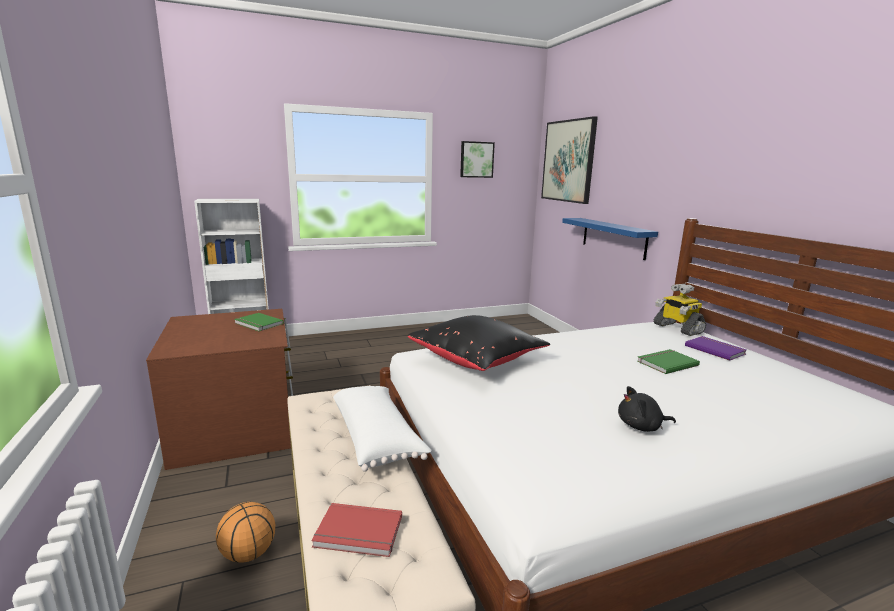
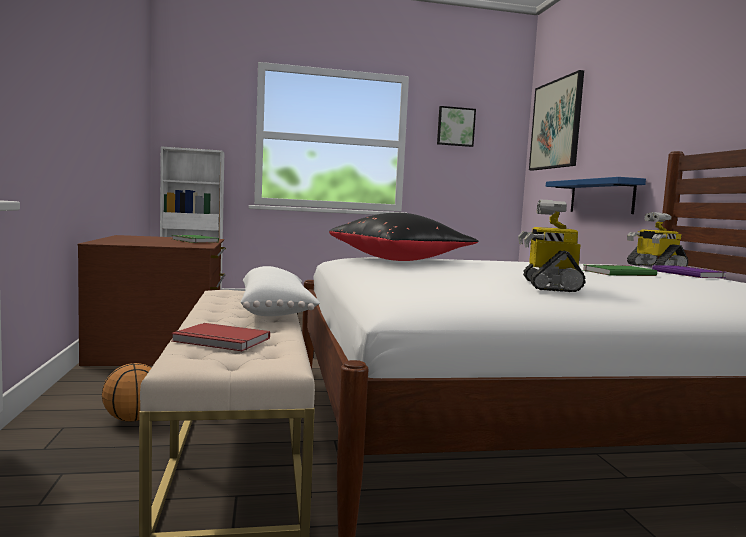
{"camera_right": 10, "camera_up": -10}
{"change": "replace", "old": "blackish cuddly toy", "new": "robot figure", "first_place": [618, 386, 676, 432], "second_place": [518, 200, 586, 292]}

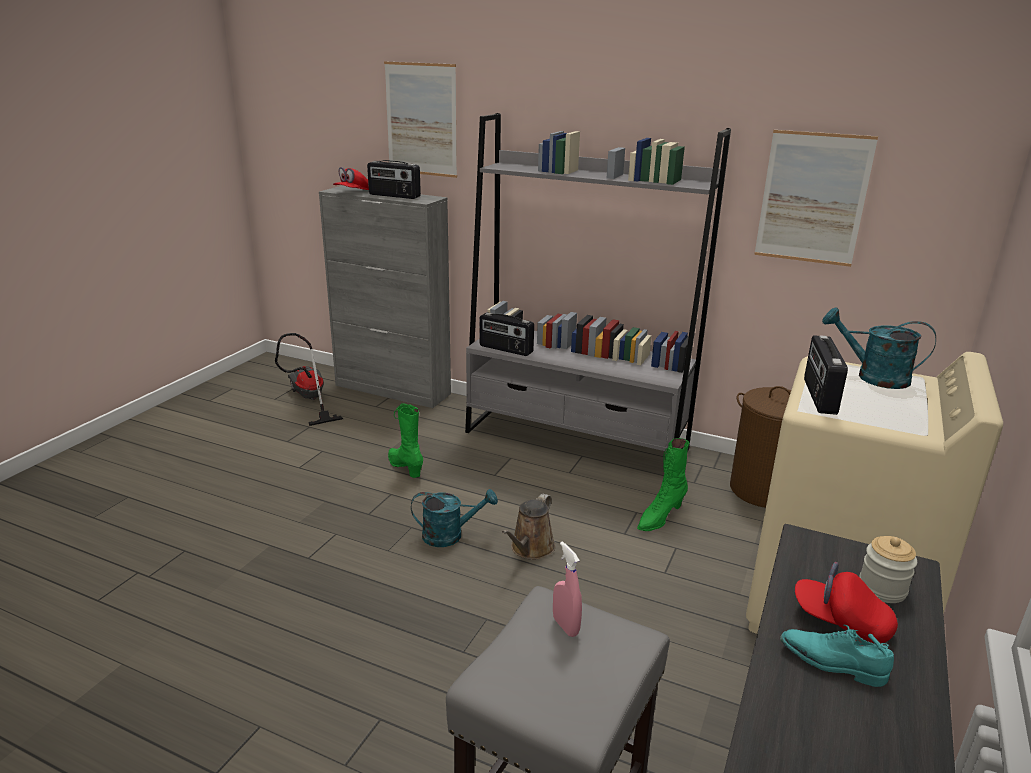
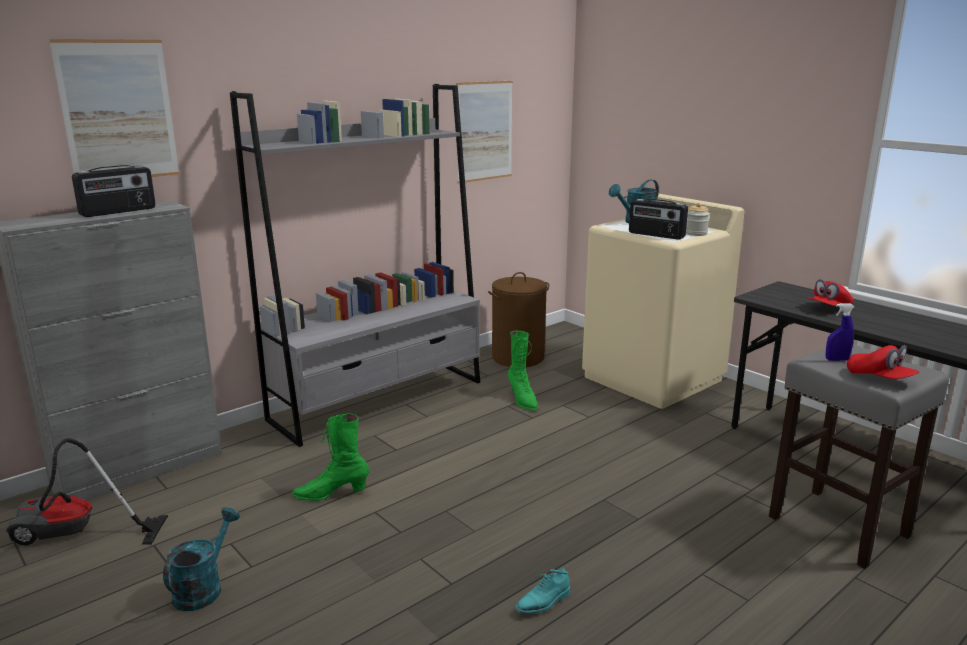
{"camera_right": -65, "camera_up": -5}
{"change": "move", "old": "red-coloured cap", "first_place": [333, 167, 369, 190], "second_place": [847, 345, 919, 379]}
{"change": "delete", "old": "radio", "first_place": [479, 312, 534, 356]}
{"change": "move", "old": "turquoise watering can", "first_place": [411, 489, 498, 547], "second_place": [163, 507, 240, 611]}
{"change": "delete", "old": "brown-coloured watering can", "first_place": [502, 494, 555, 560]}
{"change": "move", "old": "preserve jar", "first_place": [859, 536, 917, 603], "second_place": [686, 203, 710, 236]}
{"change": "recolor", "old": "pinkish hand sprayer", "new": "blue-coloured hand sprayer", "first_place": [553, 541, 582, 637], "second_place": [826, 303, 855, 361]}
{"change": "move", "old": "turquoise shoe", "first_place": [780, 625, 894, 687], "second_place": [515, 568, 570, 614]}

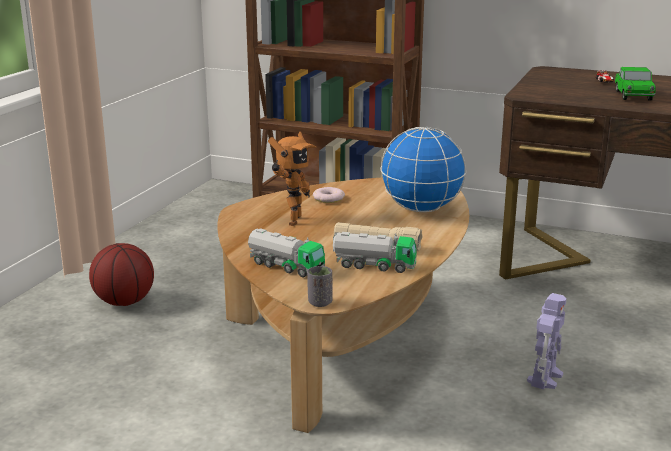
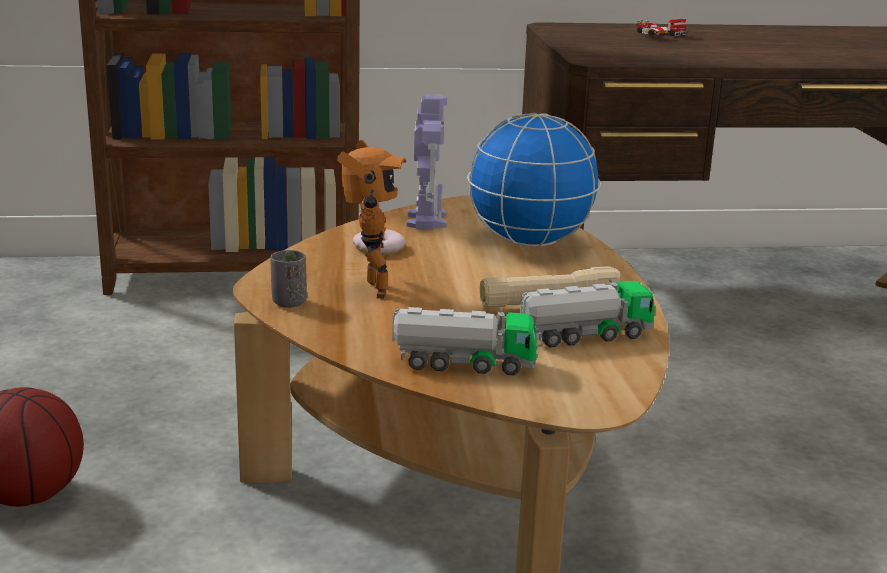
{"camera_right": -30, "camera_up": 0}
{"change": "delete", "old": "miniature car", "first_place": [615, 67, 656, 101]}
{"change": "move", "old": "greyish small cup", "first_place": [307, 266, 333, 307], "second_place": [270, 250, 307, 308]}
{"change": "move", "old": "robot figure", "first_place": [527, 293, 567, 389], "second_place": [407, 94, 447, 230]}

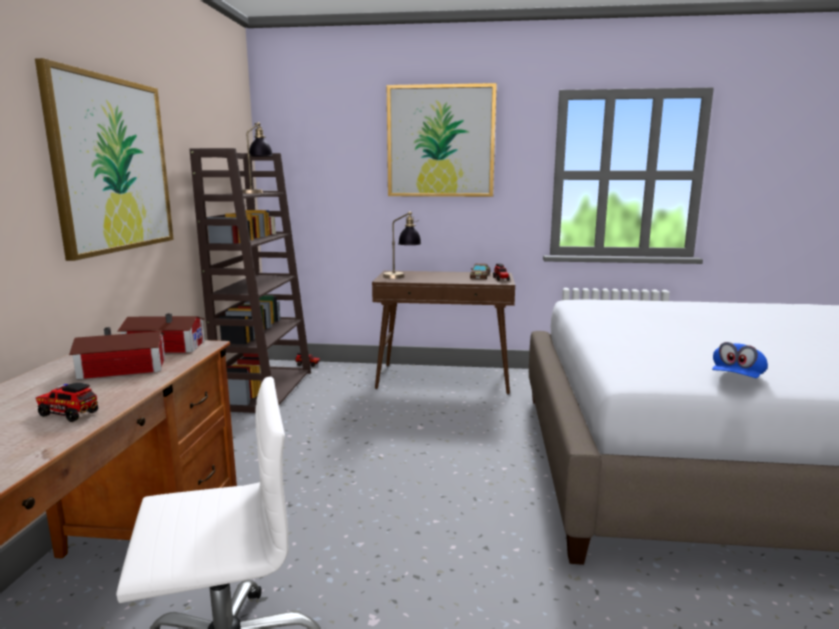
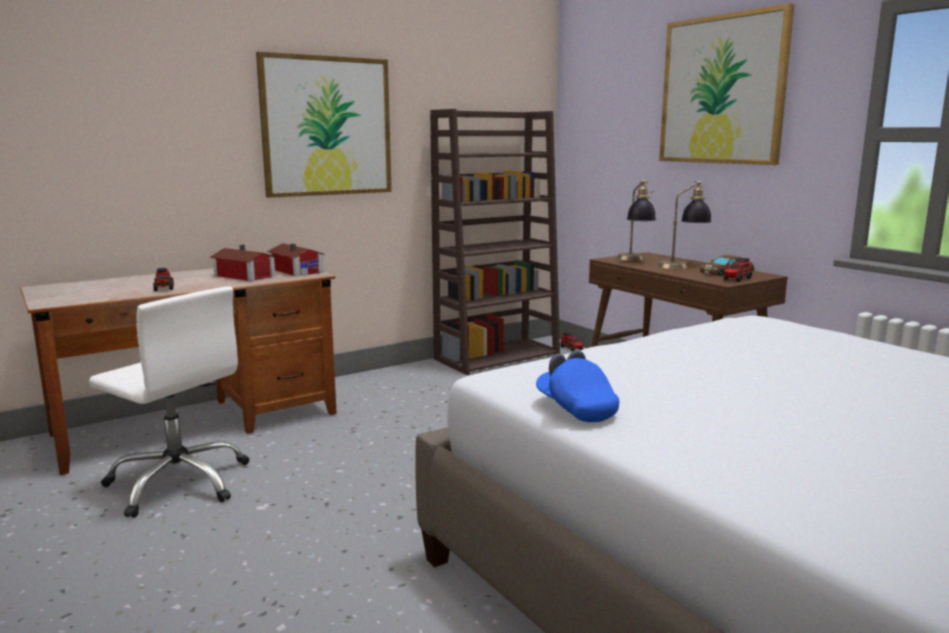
{"camera_right": 50, "camera_up": 0}
{"change": "move", "old": "tabletop lamp", "first_place": [242, 122, 273, 194], "second_place": [658, 181, 712, 269]}
{"change": "rotate", "old": "blue-coloured cap", "first_place": [712, 342, 768, 378], "second_place": [536, 350, 619, 422], "degrees": 60}

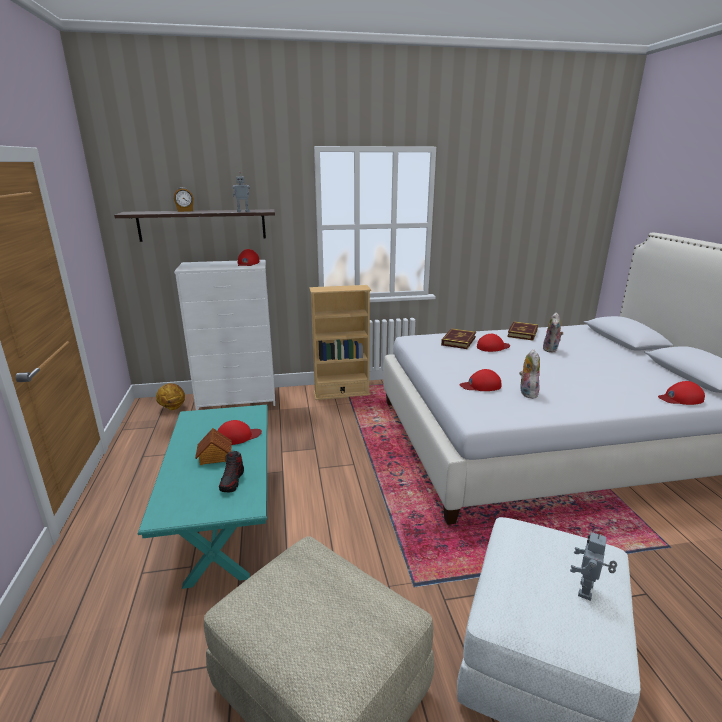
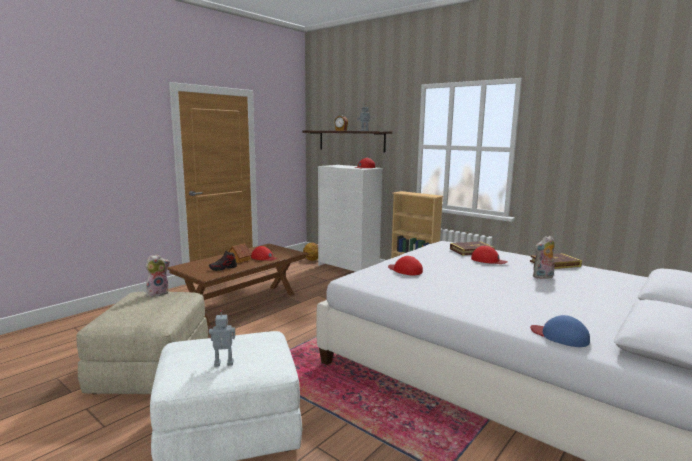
{"camera_right": 50, "camera_up": -10}
{"change": "move", "old": "cuddly toy", "first_place": [519, 349, 540, 399], "second_place": [146, 255, 170, 297]}
{"change": "recolor", "old": "red-coloured cap", "new": "blue-coloured cap", "first_place": [658, 381, 705, 405], "second_place": [530, 315, 590, 347]}
{"change": "recolor", "old": "turquoise lounge table", "new": "brown-coloured lounge table", "first_place": [138, 405, 267, 589], "second_place": [167, 244, 308, 326]}

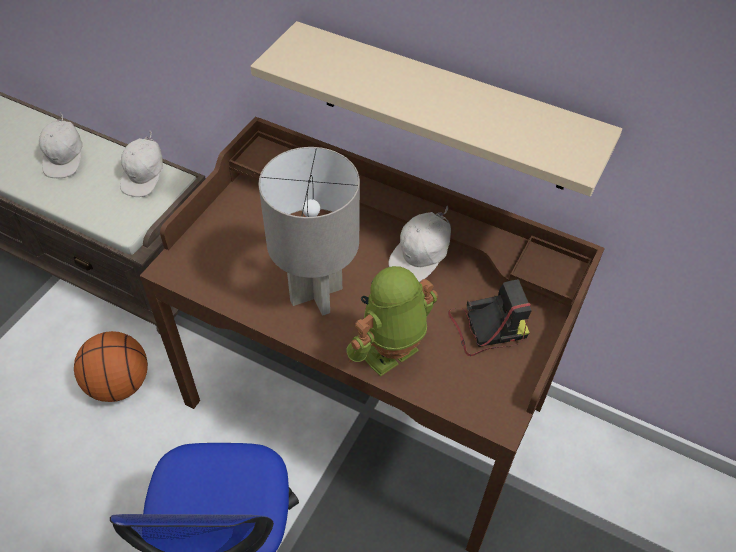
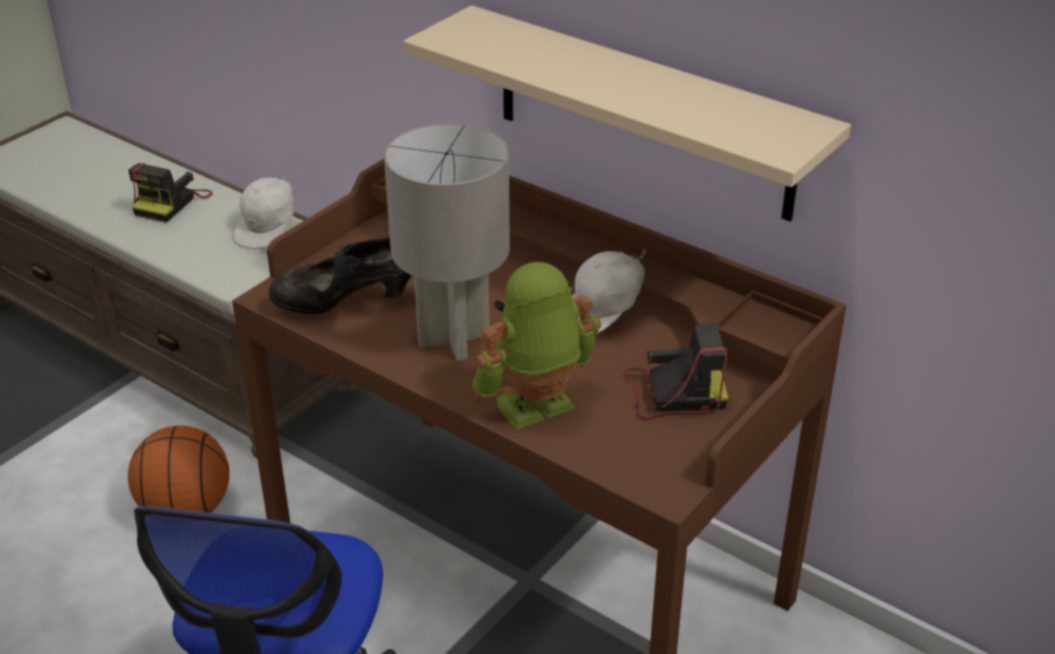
{"camera_right": 10, "camera_up": -15}
{"change": "replace", "old": "whitish cap", "new": "still camera", "first_place": [39, 114, 83, 179], "second_place": [128, 163, 213, 222]}
{"change": "insert", "new": "blackish shoe", "second_place": [269, 237, 412, 314]}

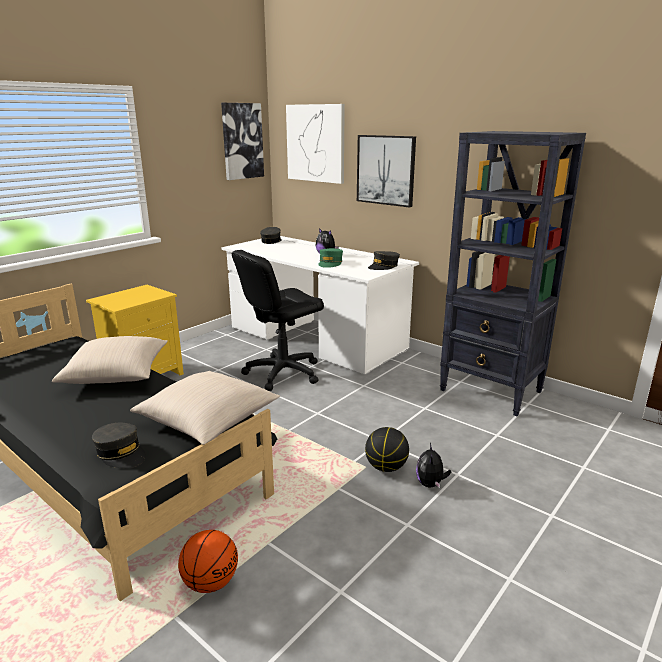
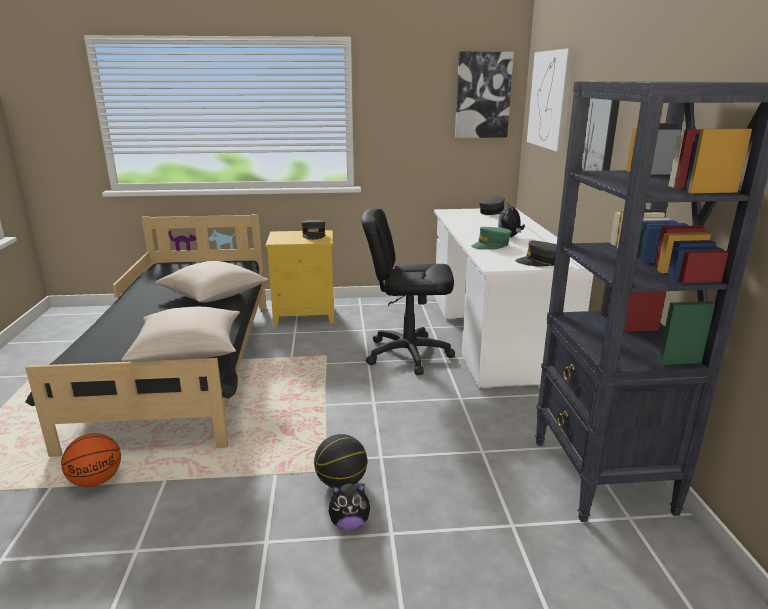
{"camera_right": 45, "camera_up": 0}
{"change": "move", "old": "greyish cap", "first_place": [92, 423, 146, 468], "second_place": [302, 220, 325, 240]}
{"change": "rotate", "old": "cuddly toy", "first_place": [416, 443, 451, 488], "second_place": [329, 483, 372, 530], "degrees": -150}

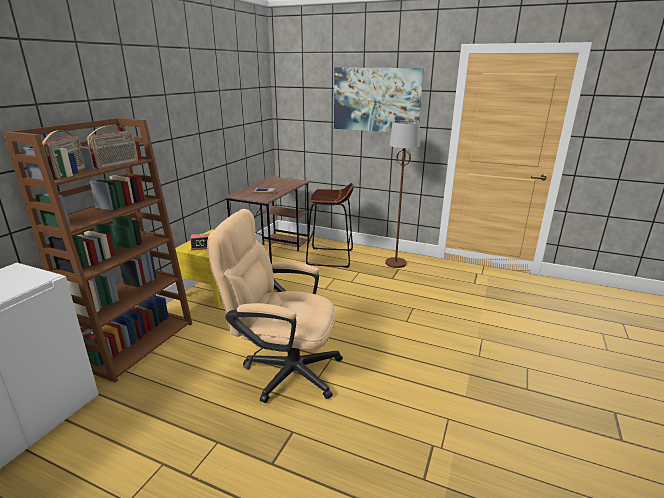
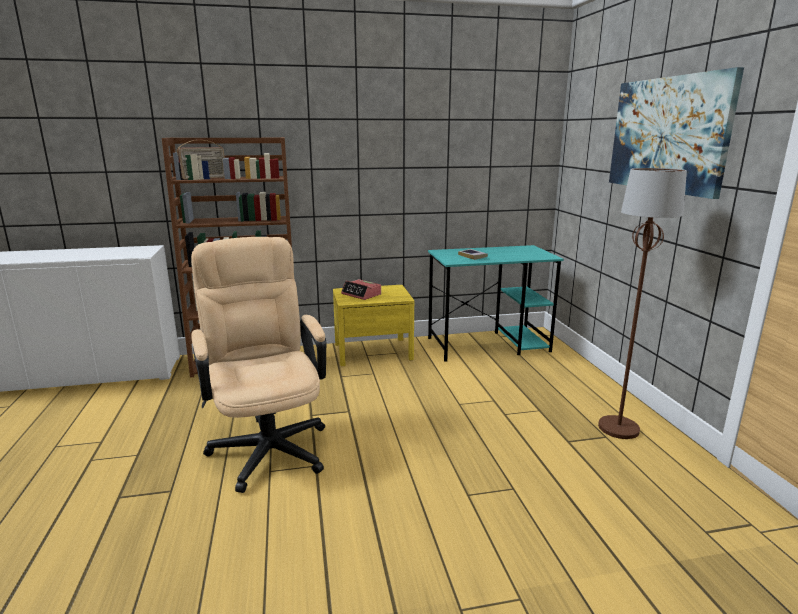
{"camera_right": 55, "camera_up": -5}
{"change": "delete", "old": "radio", "first_place": [86, 125, 138, 169]}
{"change": "recolor", "old": "brown-coloured desk", "new": "turquoise desk", "first_place": [224, 177, 310, 264], "second_place": [428, 245, 564, 362]}
{"change": "delete", "old": "brown-coloured stool seat", "first_place": [306, 183, 354, 268]}

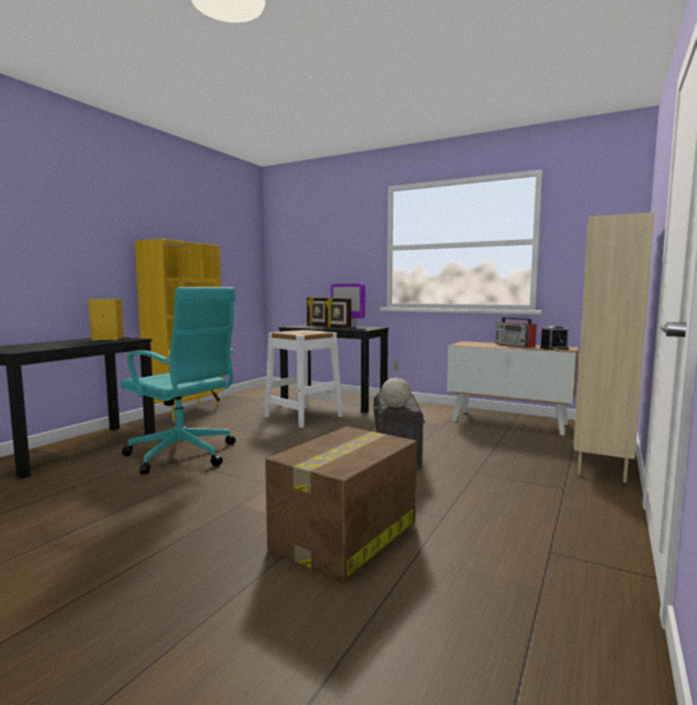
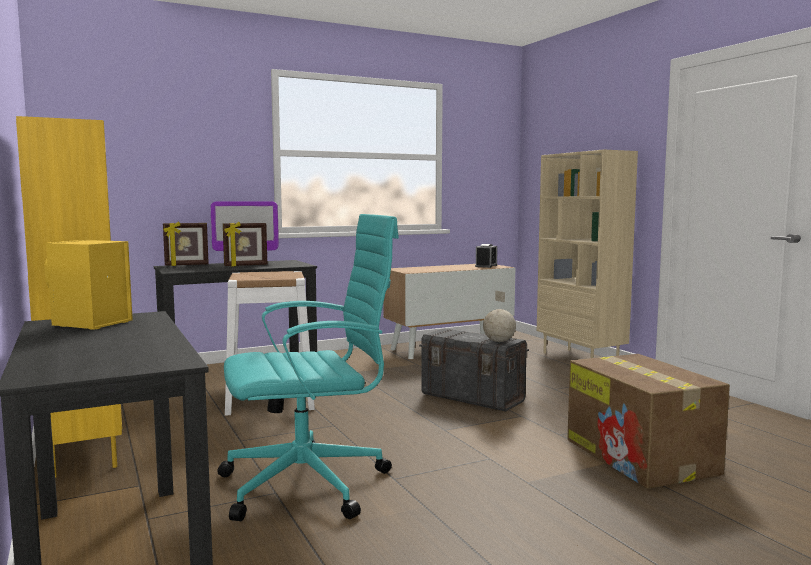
{"camera_right": -55, "camera_up": 0}
{"change": "delete", "old": "radio", "first_place": [496, 317, 537, 348]}

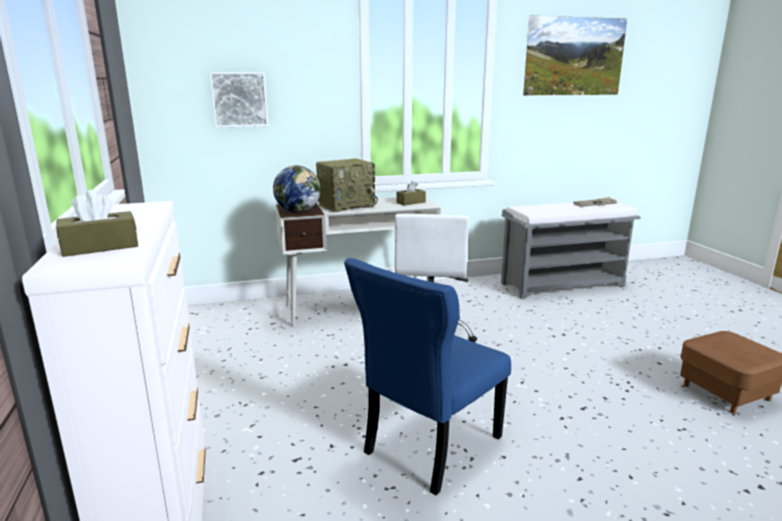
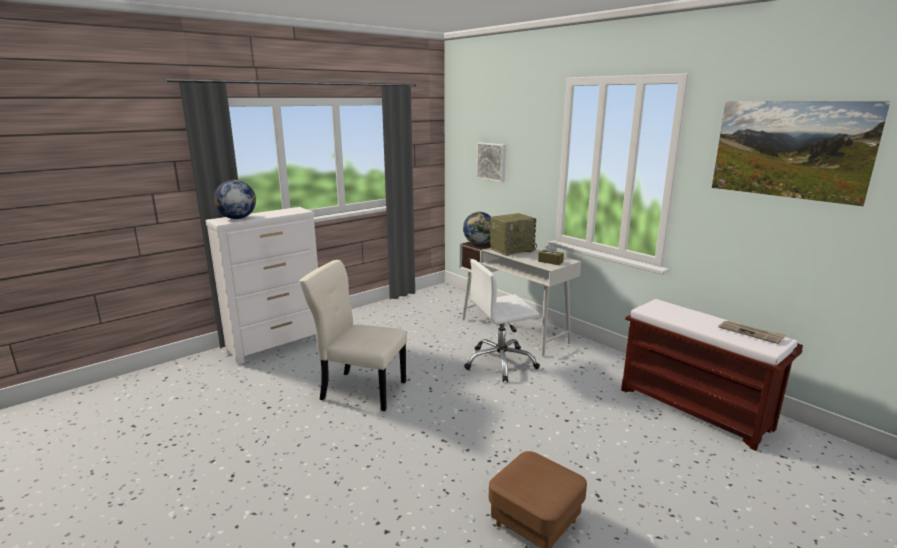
{"camera_right": 65, "camera_up": 0}
{"change": "rotate", "old": "radio", "first_place": [316, 158, 378, 212], "second_place": [490, 213, 537, 256], "degrees": -60}
{"change": "replace", "old": "brown-coloured tissue box", "new": "world globe", "first_place": [56, 190, 138, 257], "second_place": [214, 180, 256, 219]}
{"change": "recolor", "old": "greyish indoor bench", "new": "brown-coloured indoor bench", "first_place": [501, 202, 641, 299], "second_place": [621, 299, 803, 451]}
{"change": "recolor", "old": "blue-coloured upright chair", "new": "sand-coloured upright chair", "first_place": [344, 258, 511, 495], "second_place": [299, 260, 407, 411]}

